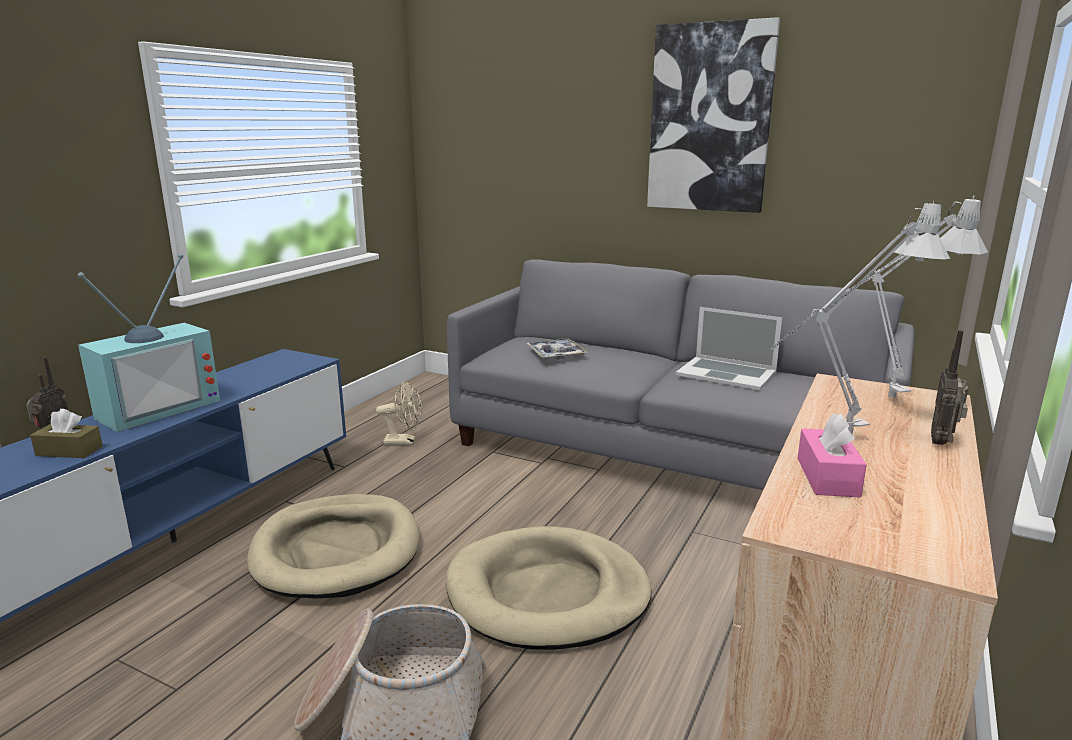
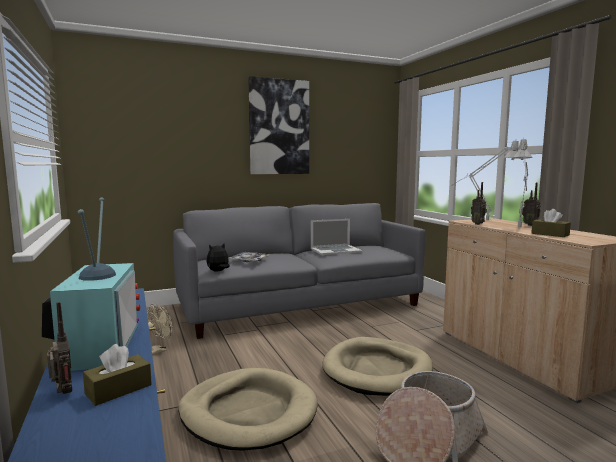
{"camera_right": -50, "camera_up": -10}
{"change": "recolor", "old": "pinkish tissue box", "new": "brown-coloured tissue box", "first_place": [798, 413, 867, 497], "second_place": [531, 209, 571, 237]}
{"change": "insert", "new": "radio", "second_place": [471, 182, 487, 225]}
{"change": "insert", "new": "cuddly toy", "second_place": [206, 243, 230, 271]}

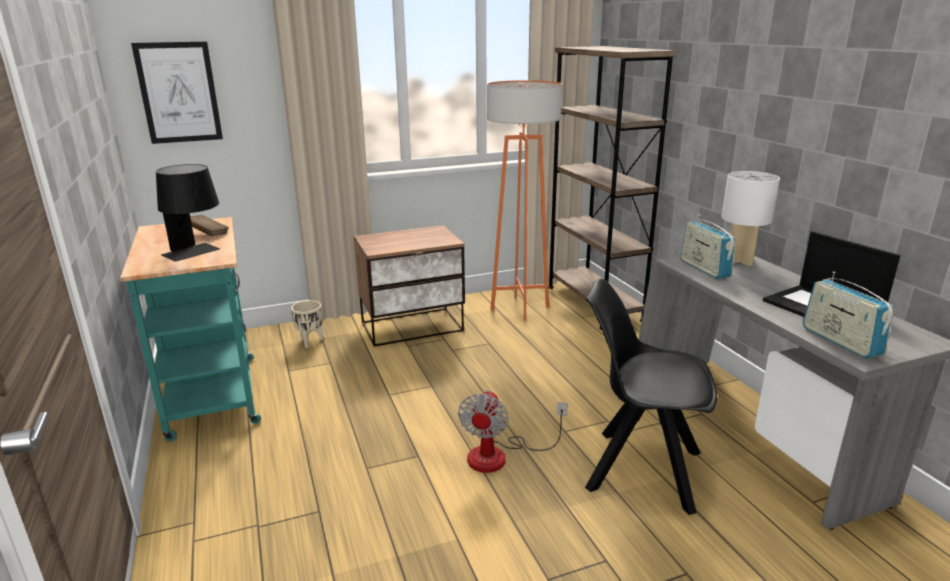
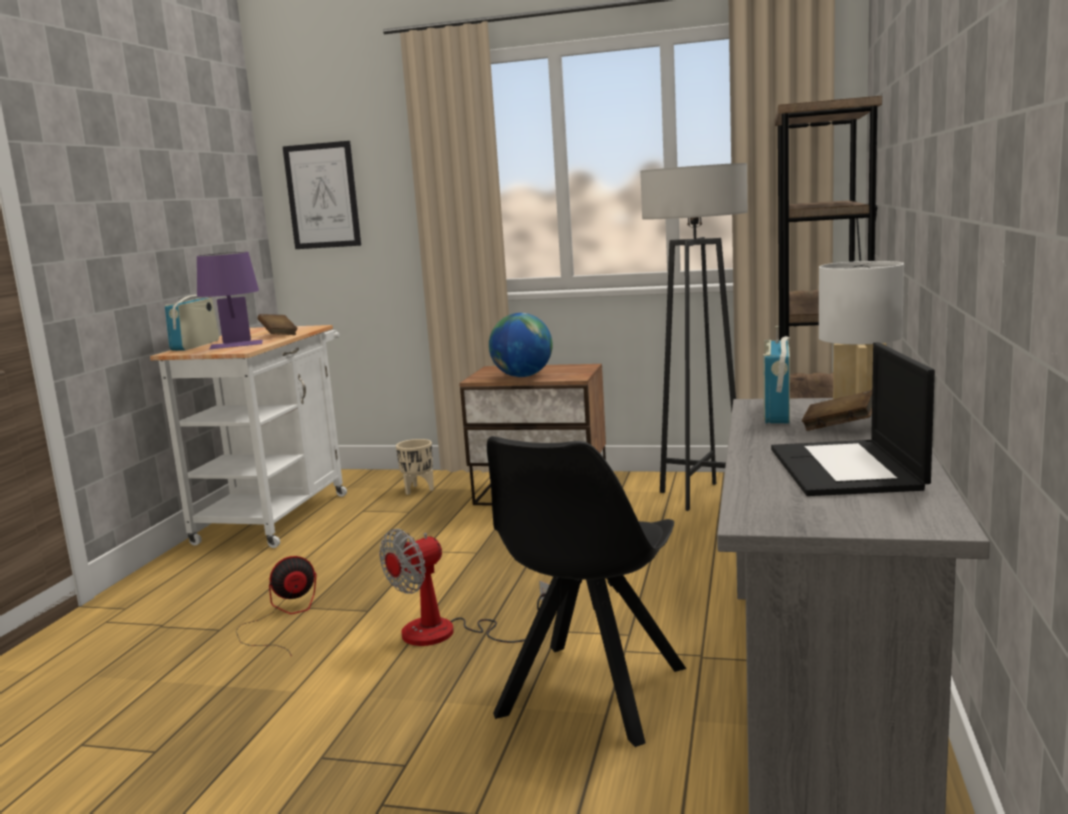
{"camera_right": 35, "camera_up": -10}
{"change": "recolor", "old": "orange-coloured floor lamp", "new": "greyish floor lamp", "first_place": [487, 80, 562, 322], "second_place": [640, 163, 748, 511]}
{"change": "recolor", "old": "blackish tabletop lamp", "new": "purple-coloured tabletop lamp", "first_place": [156, 164, 220, 262], "second_place": [197, 252, 263, 349]}
{"change": "recolor", "old": "turquoise trolley", "new": "whitish trolley", "first_place": [120, 217, 261, 441], "second_place": [150, 325, 347, 548]}
{"change": "move", "old": "radio", "first_place": [803, 272, 893, 359], "second_place": [165, 295, 219, 351]}
{"change": "rotate", "old": "blackish upright chair", "first_place": [585, 279, 717, 515], "second_place": [487, 436, 686, 747], "degrees": -120}
{"change": "insert", "new": "world globe", "second_place": [489, 313, 553, 377]}
{"change": "insert", "new": "brown-coloured bound book", "second_place": [802, 390, 872, 431]}
{"change": "insert", "new": "cooling fan", "second_place": [236, 556, 316, 656]}

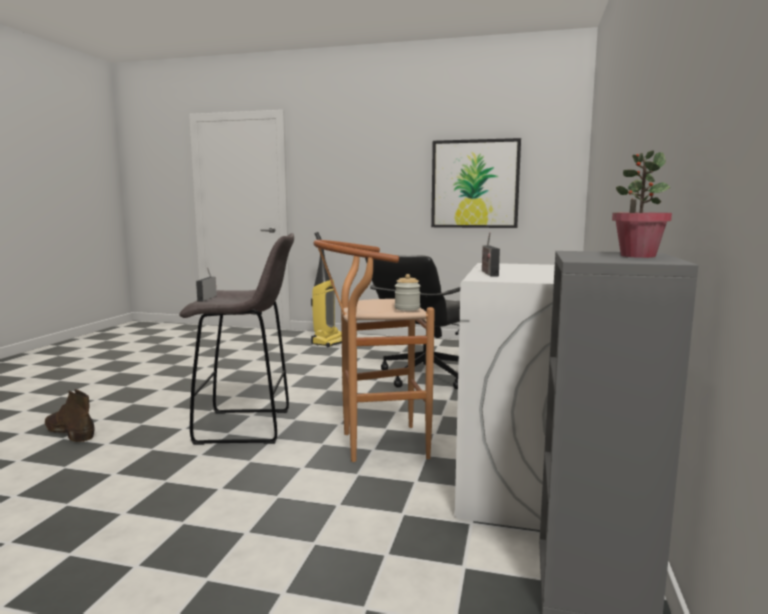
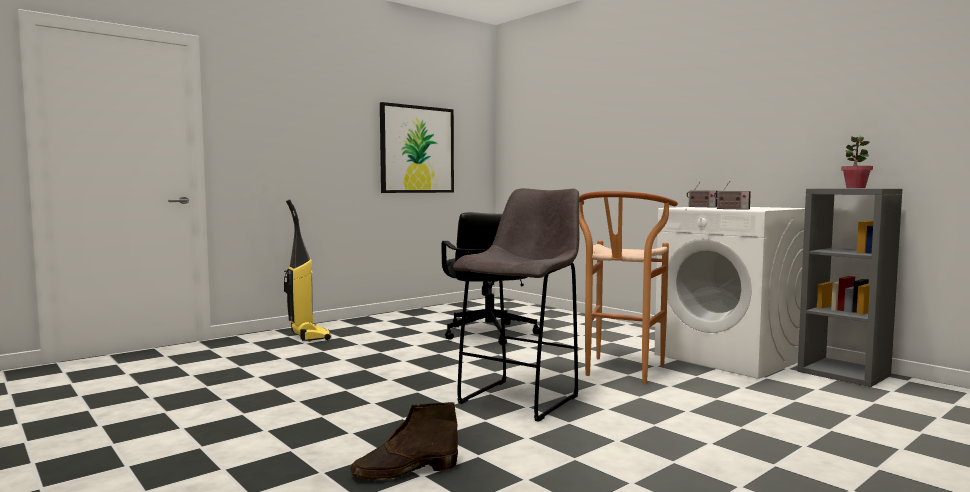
{"camera_right": -55, "camera_up": -5}
{"change": "move", "old": "radio", "first_place": [196, 267, 217, 301], "second_place": [687, 182, 717, 208]}
{"change": "delete", "old": "preserve jar", "first_place": [395, 274, 420, 311]}

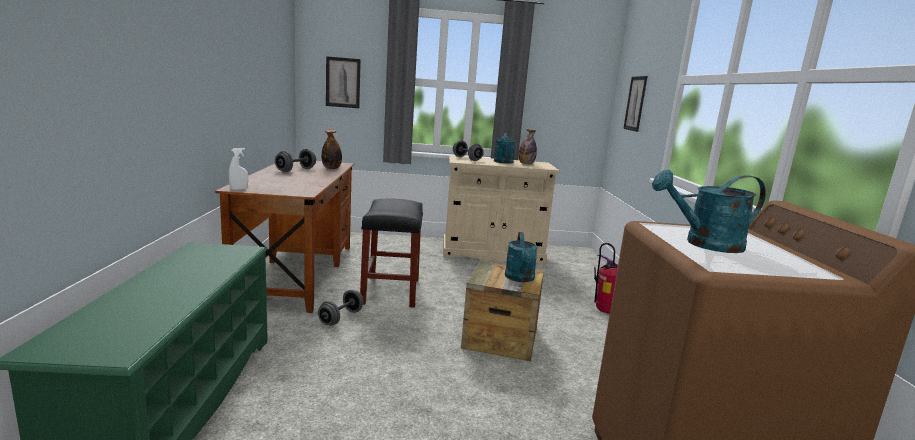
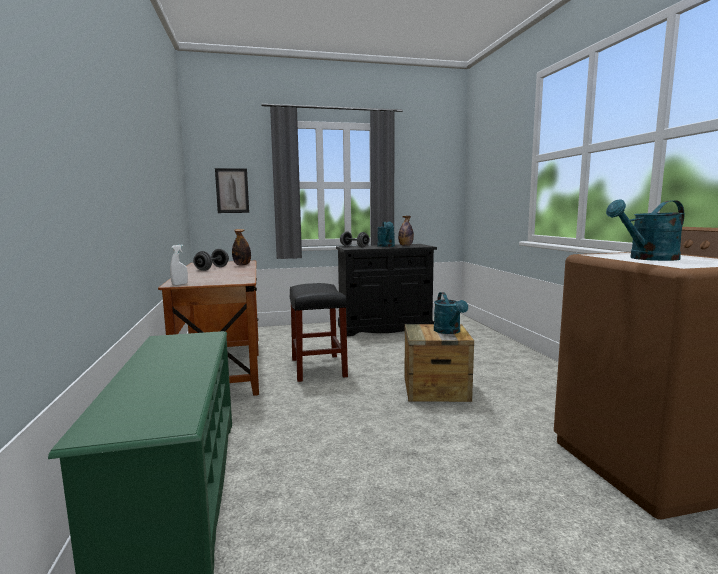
{"camera_right": -10, "camera_up": -5}
{"change": "delete", "old": "wall picture", "first_place": [623, 76, 648, 132]}
{"change": "recolor", "old": "sand-coloured cabinet", "new": "blackish cabinet", "first_place": [443, 155, 560, 264], "second_place": [336, 244, 437, 336]}
{"change": "delete", "old": "fire extinguisher", "first_place": [594, 243, 618, 314]}
{"change": "delete", "old": "greyish hand weight", "first_place": [318, 290, 364, 325]}

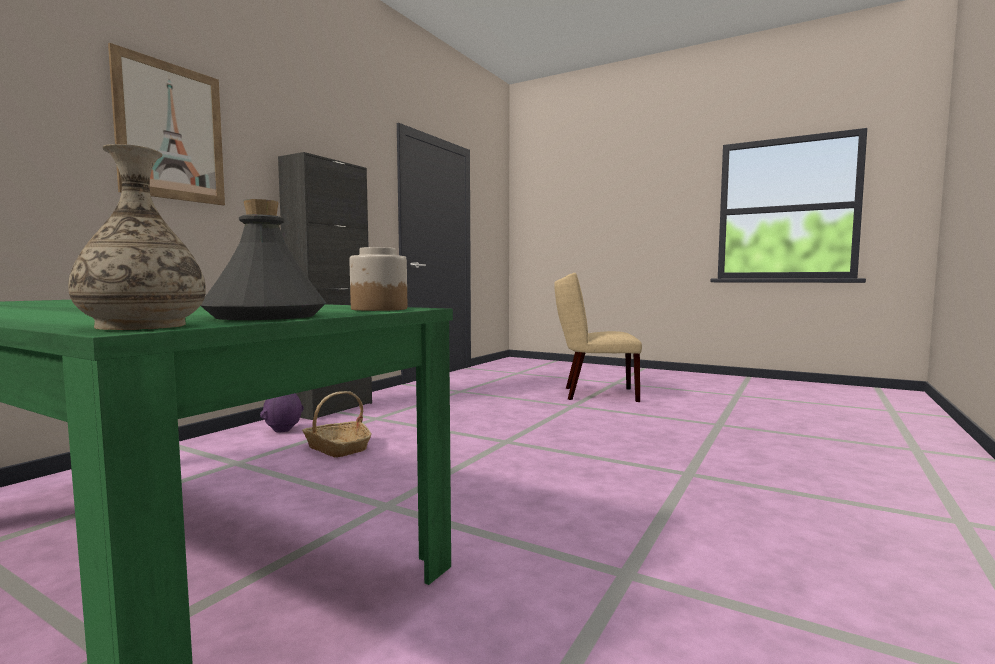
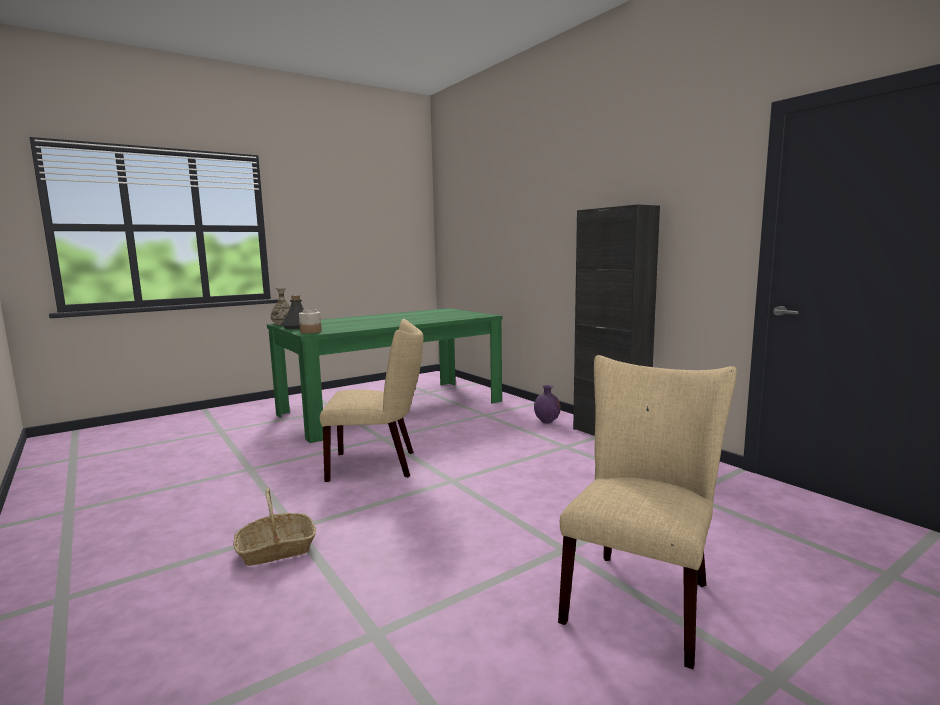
{"camera_right": 115, "camera_up": 5}
{"change": "delete", "old": "wall picture", "first_place": [108, 43, 225, 205]}
{"change": "move", "old": "basket", "first_place": [302, 391, 372, 458], "second_place": [233, 488, 316, 566]}
{"change": "insert", "new": "sand-coloured upright chair", "second_place": [320, 319, 423, 482]}

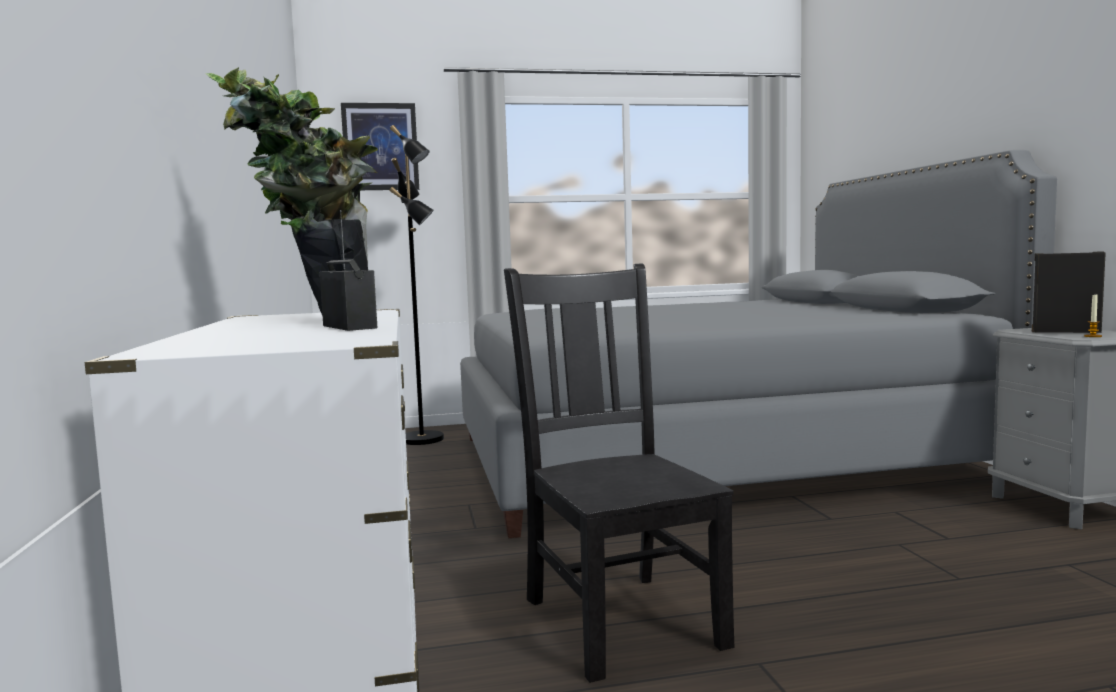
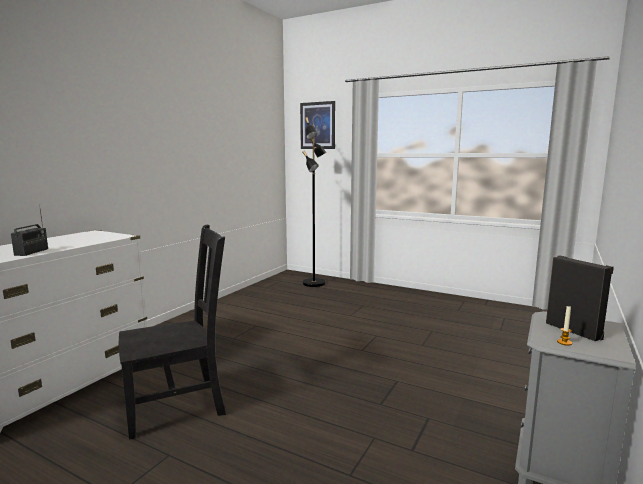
{"camera_right": 40, "camera_up": 5}
{"change": "delete", "old": "potted plant", "first_place": [205, 67, 378, 314]}
{"change": "delete", "old": "greyish sleeping bed", "first_place": [460, 150, 1057, 538]}
{"change": "rotate", "old": "blackish upright chair", "first_place": [504, 264, 734, 683], "second_place": [119, 225, 226, 440], "degrees": 45}

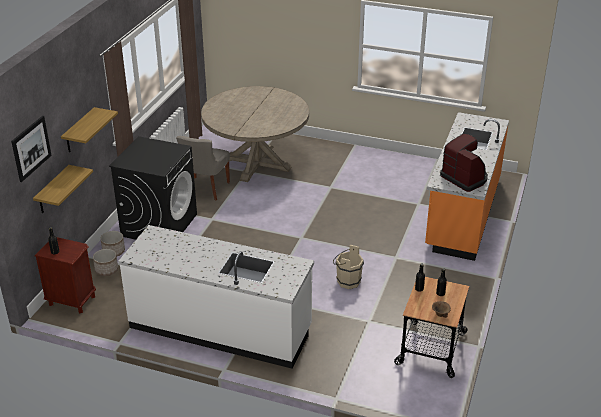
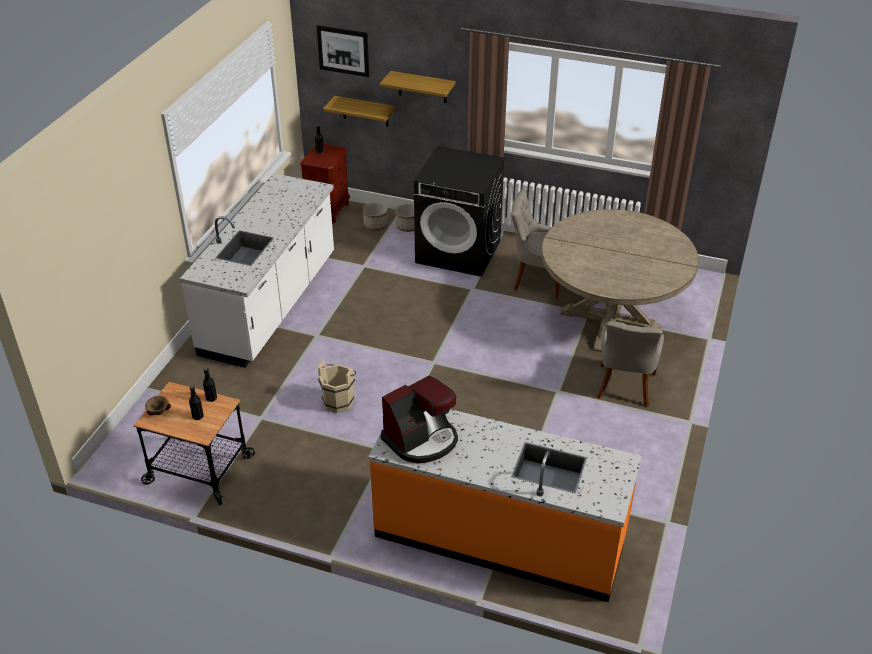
{"camera_right": 90, "camera_up": 5}
{"change": "insert", "new": "greyish upright chair", "second_place": [597, 321, 664, 407]}

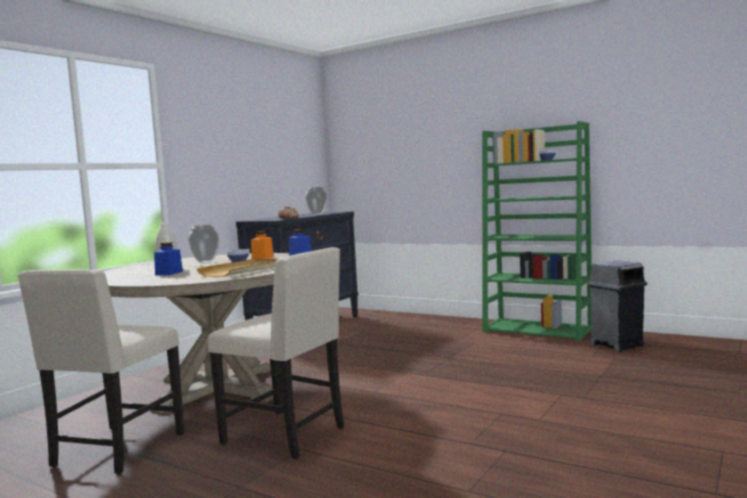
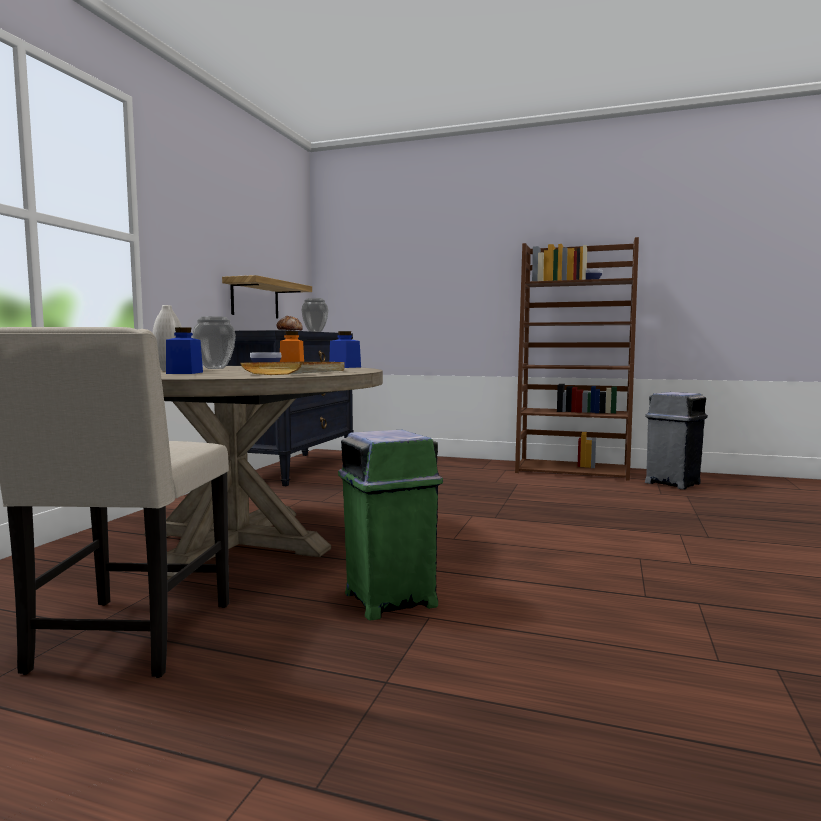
{"camera_right": -15, "camera_up": 0}
{"change": "recolor", "old": "greenish shelving unit", "new": "brown-coloured shelving unit", "first_place": [482, 121, 592, 341], "second_place": [515, 237, 639, 481]}
{"change": "replace", "old": "sand-coloured upright chair", "new": "greenish waste bin", "first_place": [208, 247, 344, 459], "second_place": [338, 430, 443, 621]}
{"change": "insert", "new": "bracket shelf", "second_place": [222, 275, 312, 318]}

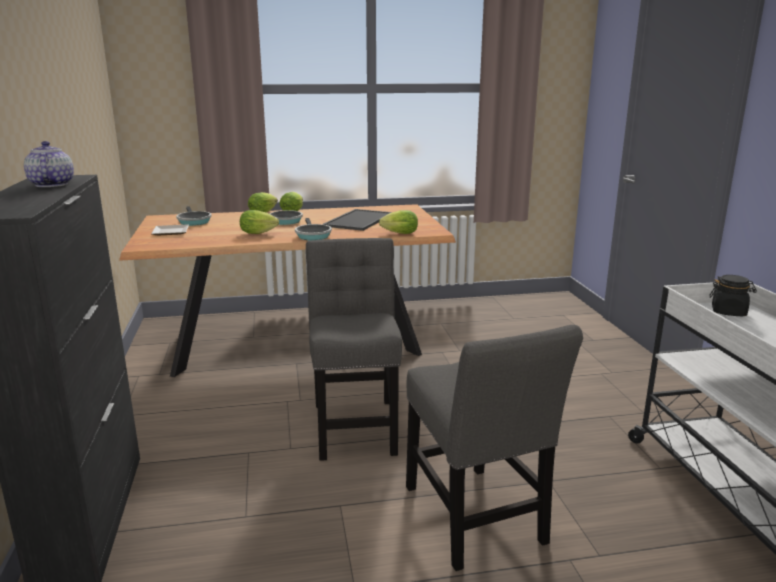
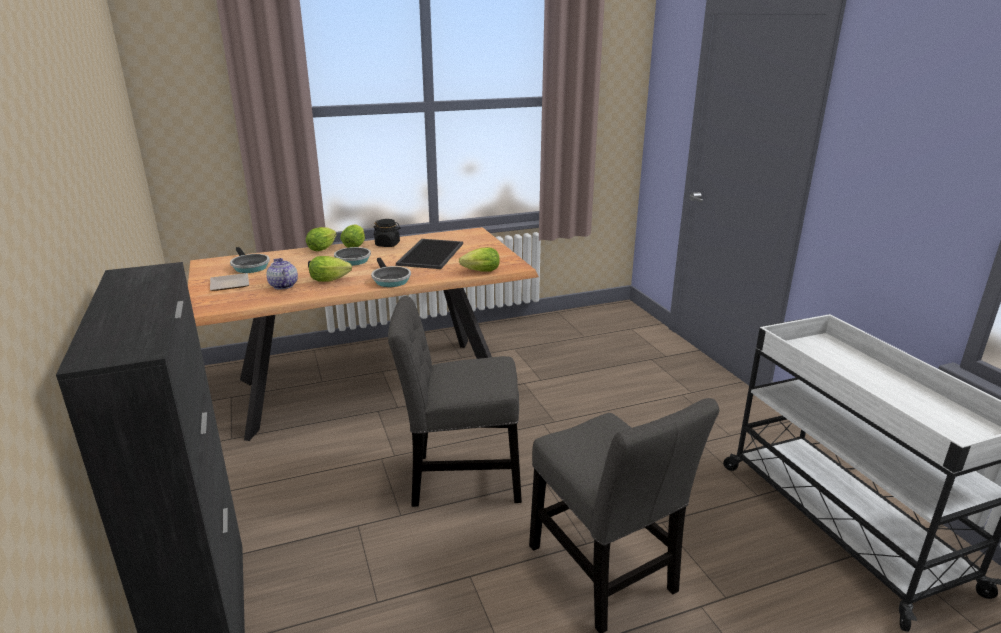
{"camera_right": -10, "camera_up": 5}
{"change": "move", "old": "tea pot", "first_place": [24, 141, 74, 187], "second_place": [266, 258, 298, 289]}
{"change": "rotate", "old": "greyish upright chair", "first_place": [306, 238, 402, 461], "second_place": [388, 296, 522, 507], "degrees": -75}
{"change": "move", "old": "blackish preserve jar", "first_place": [709, 275, 757, 316], "second_place": [373, 219, 400, 247]}

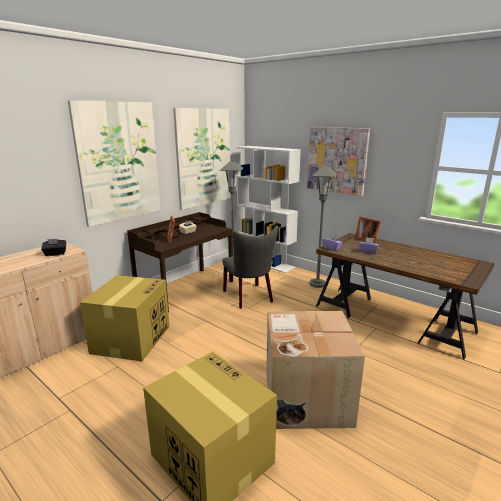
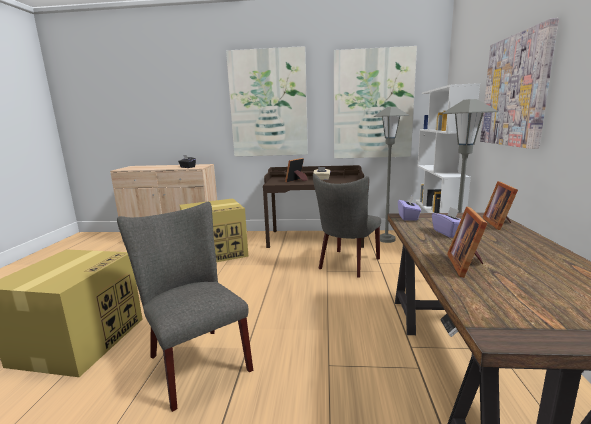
{"camera_right": 55, "camera_up": -5}
{"change": "replace", "old": "cardboard box", "new": "greyish upright chair", "first_place": [266, 311, 365, 429], "second_place": [117, 202, 253, 412]}
{"change": "insert", "new": "standing frame", "second_place": [447, 206, 488, 278]}

